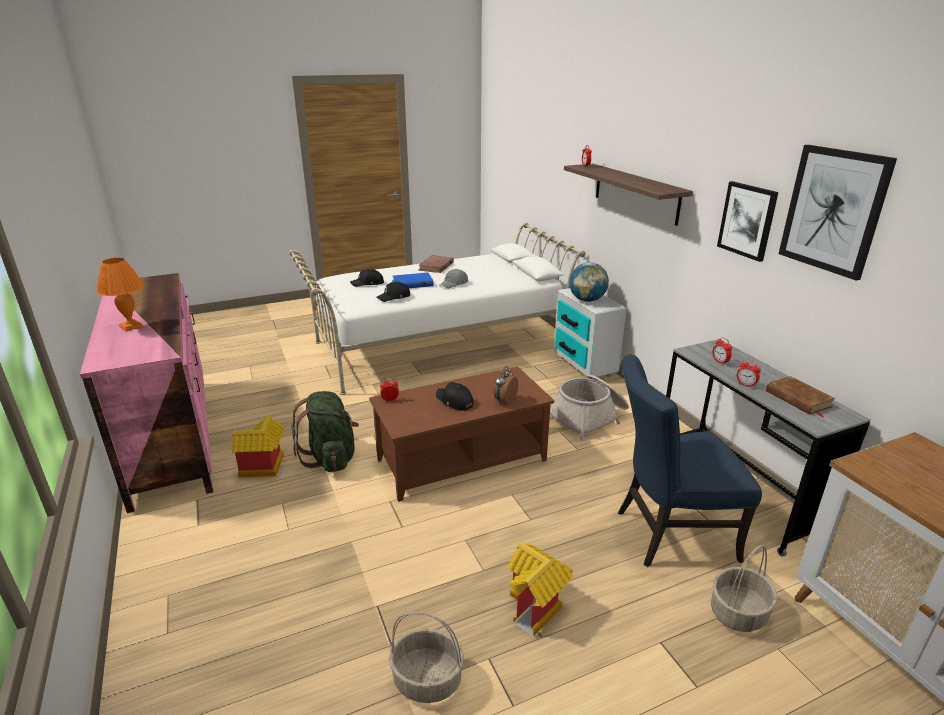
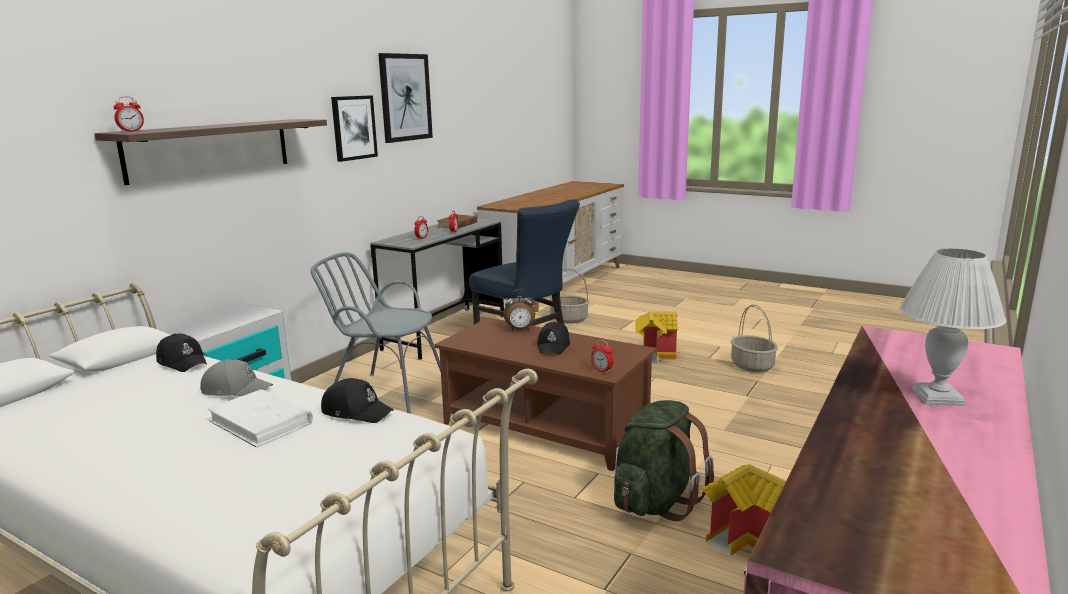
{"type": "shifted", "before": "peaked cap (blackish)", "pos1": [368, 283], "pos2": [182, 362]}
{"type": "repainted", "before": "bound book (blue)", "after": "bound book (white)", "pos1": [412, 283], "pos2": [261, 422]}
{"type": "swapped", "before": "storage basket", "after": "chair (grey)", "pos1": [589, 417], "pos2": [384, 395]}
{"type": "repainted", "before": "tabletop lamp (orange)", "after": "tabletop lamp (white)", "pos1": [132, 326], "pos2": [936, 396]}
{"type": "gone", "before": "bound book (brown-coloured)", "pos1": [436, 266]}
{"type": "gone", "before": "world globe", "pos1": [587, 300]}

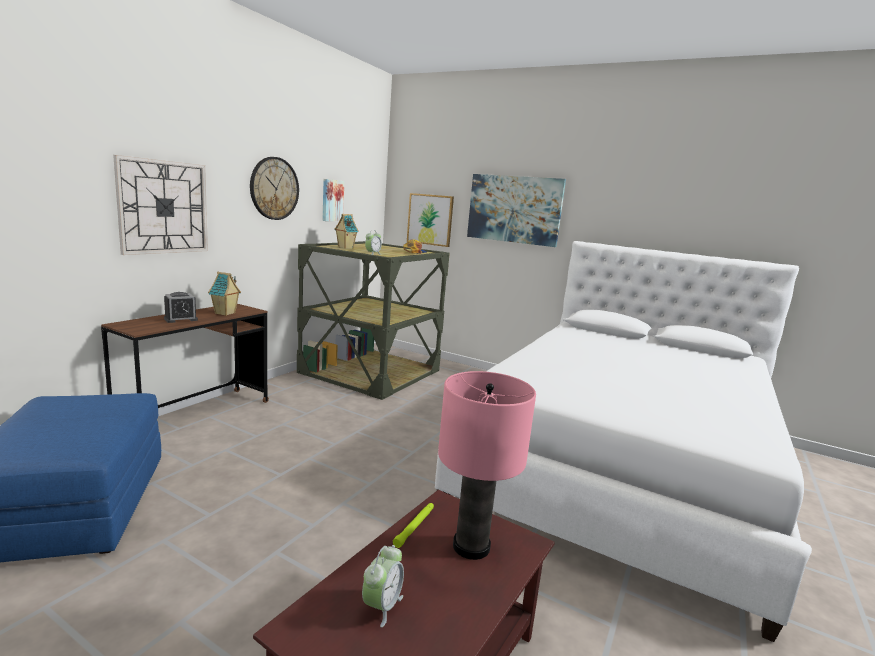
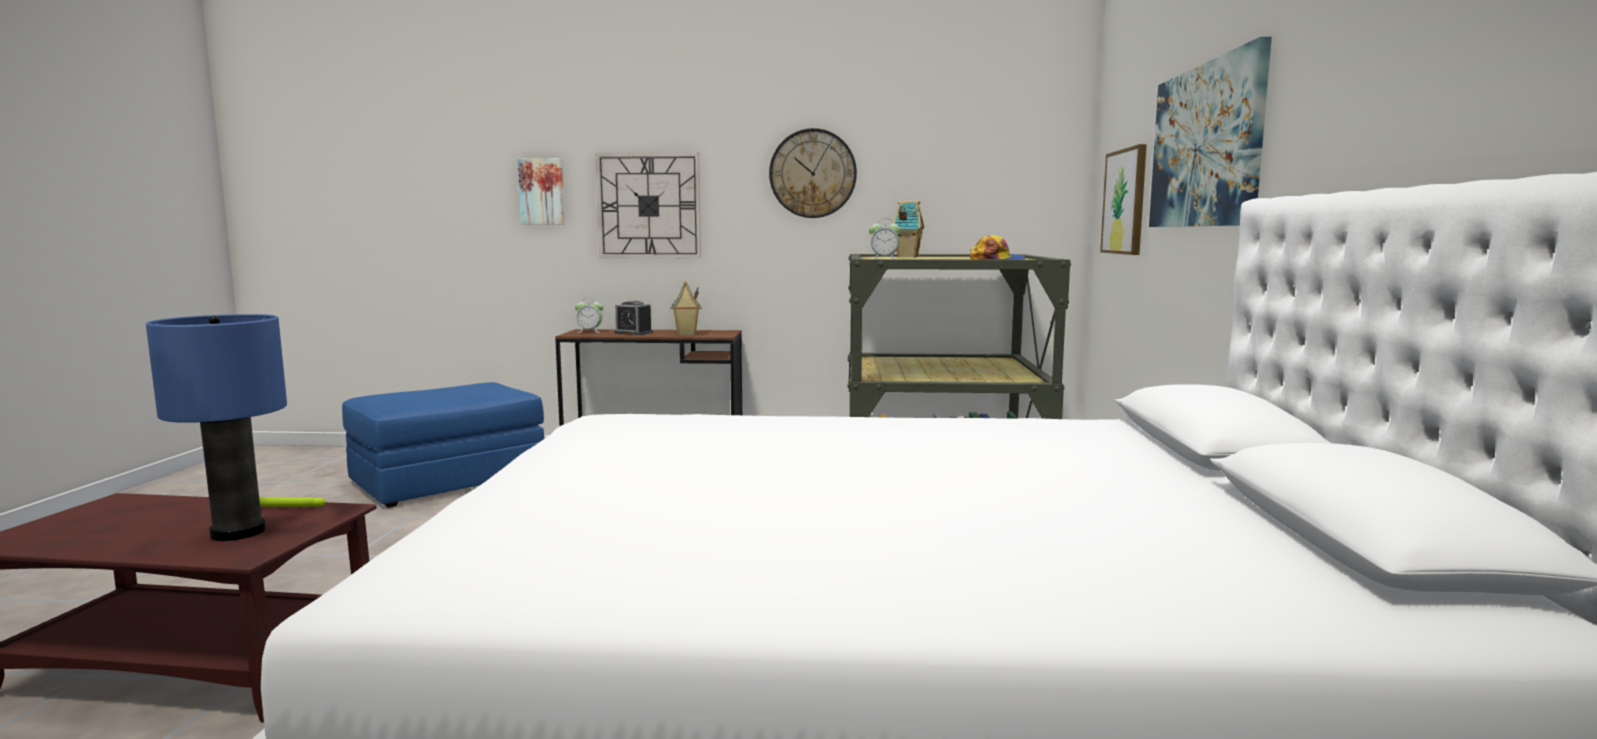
{"type": "repainted", "before": "tabletop lamp (pinkish)", "after": "tabletop lamp (blue)", "pos1": [471, 546], "pos2": [239, 532]}
{"type": "shifted", "before": "wall art", "pos1": [332, 200], "pos2": [542, 191]}
{"type": "shifted", "before": "table clock", "pos1": [382, 606], "pos2": [589, 331]}

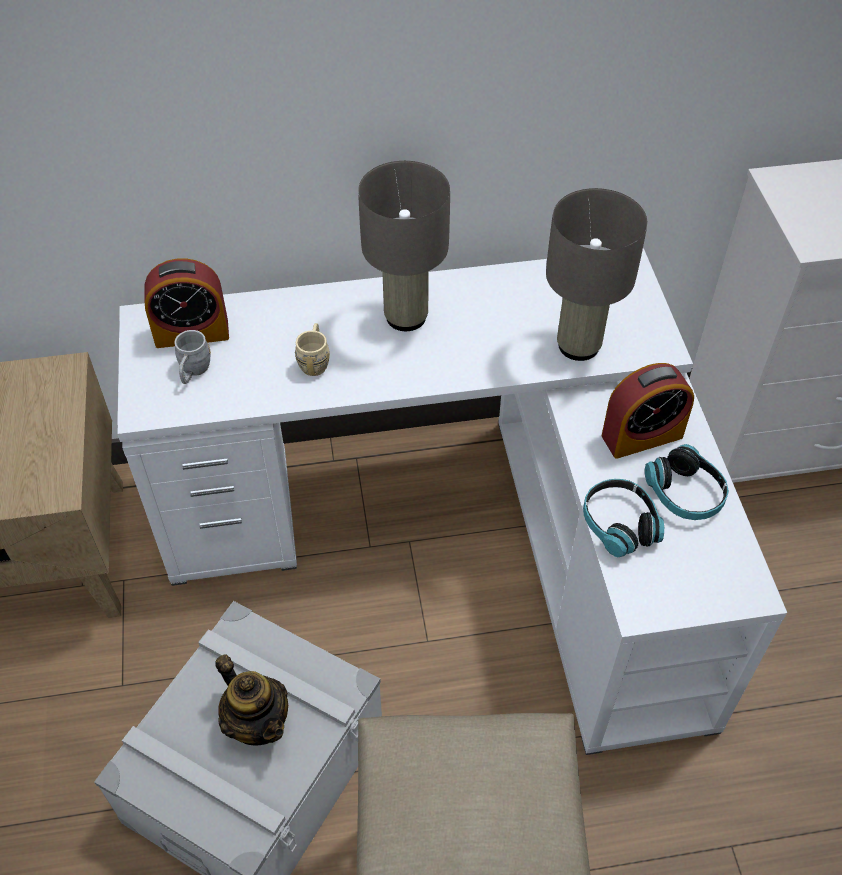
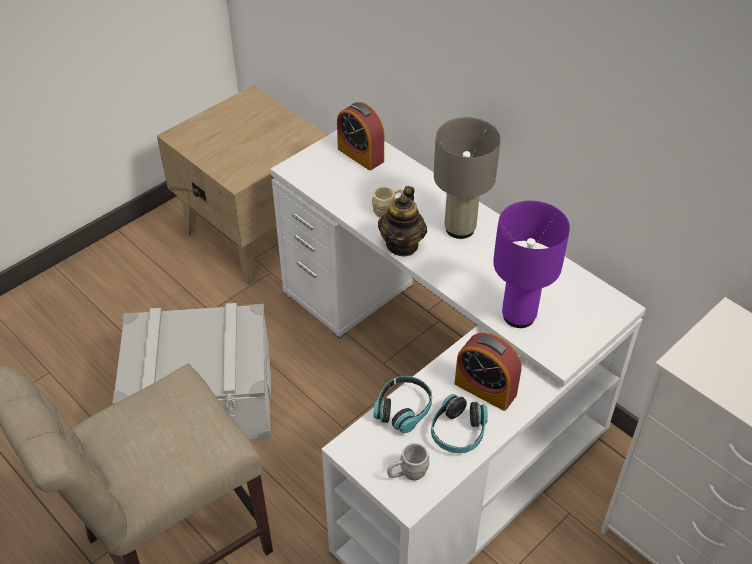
{"type": "shifted", "before": "teapot", "pos1": [258, 723], "pos2": [402, 245]}
{"type": "shifted", "before": "coffee mug (grey)", "pos1": [193, 372], "pos2": [407, 473]}
{"type": "repainted", "before": "tabletop lamp (grey)", "after": "tabletop lamp (purple)", "pos1": [577, 345], "pos2": [518, 315]}

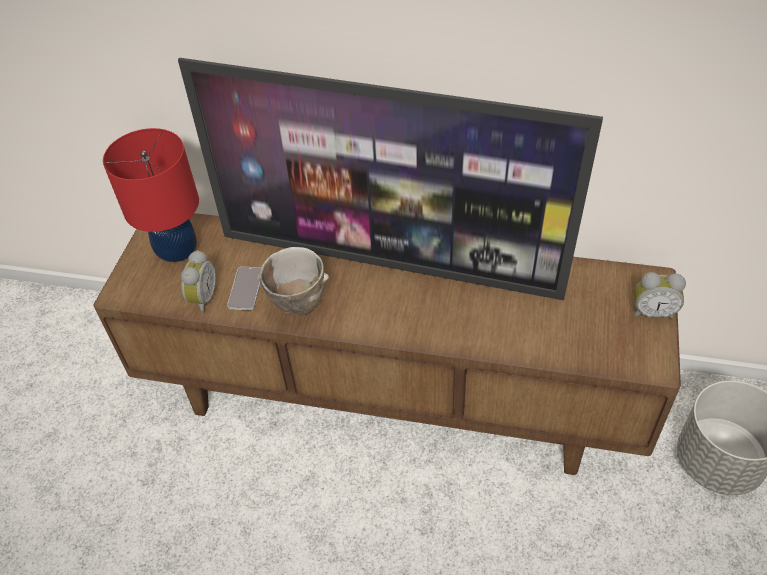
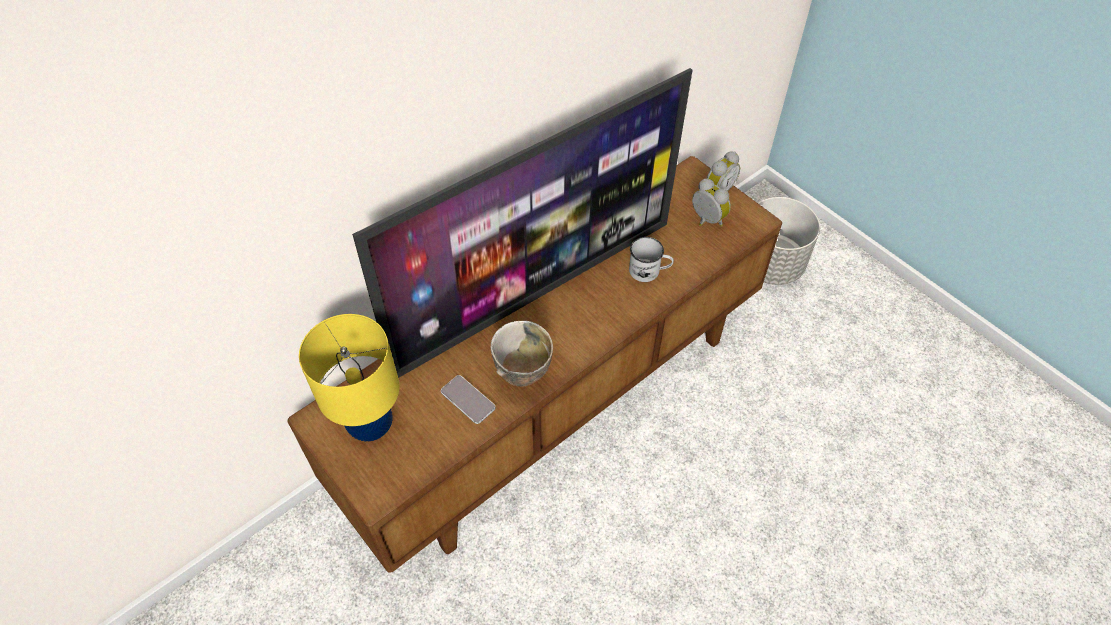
{"type": "repainted", "before": "tabletop lamp (red)", "after": "tabletop lamp (yellow-coloured)", "pos1": [176, 251], "pos2": [368, 426]}
{"type": "new", "after": "coffee mug (white)", "pos2": [649, 271]}
{"type": "shifted", "before": "table clock", "pos1": [202, 299], "pos2": [706, 221]}

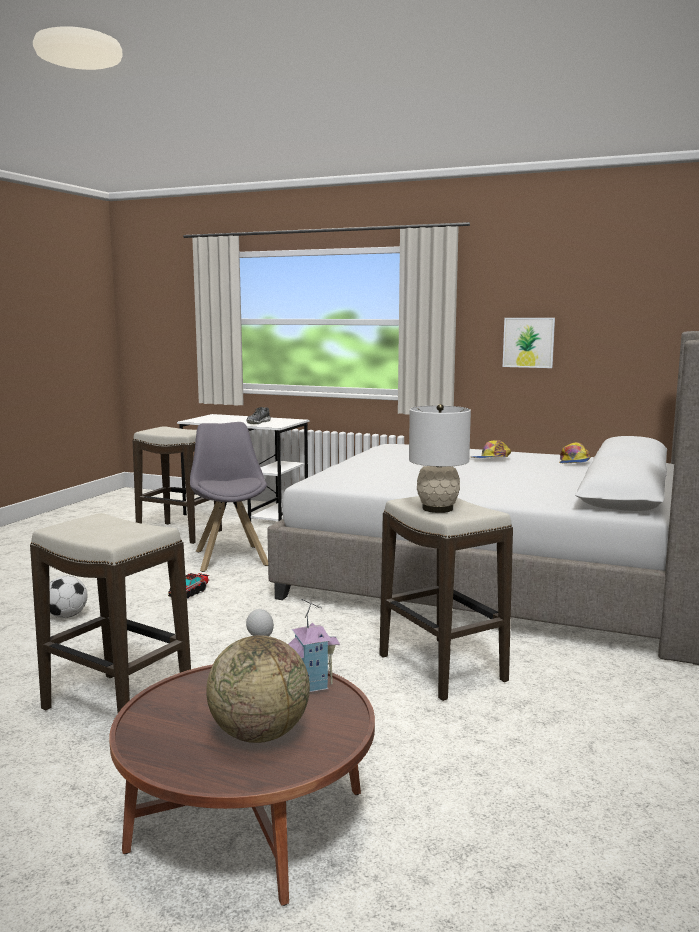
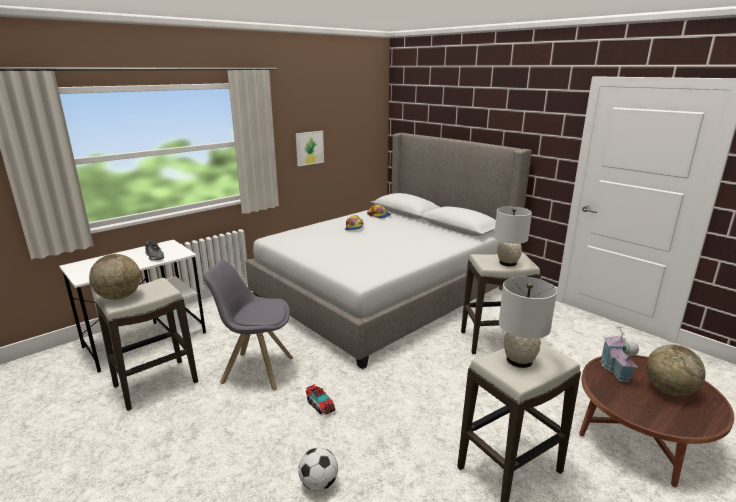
{"type": "new", "after": "world globe", "pos2": [119, 297]}
{"type": "new", "after": "tabletop lamp (white)", "pos2": [519, 360]}

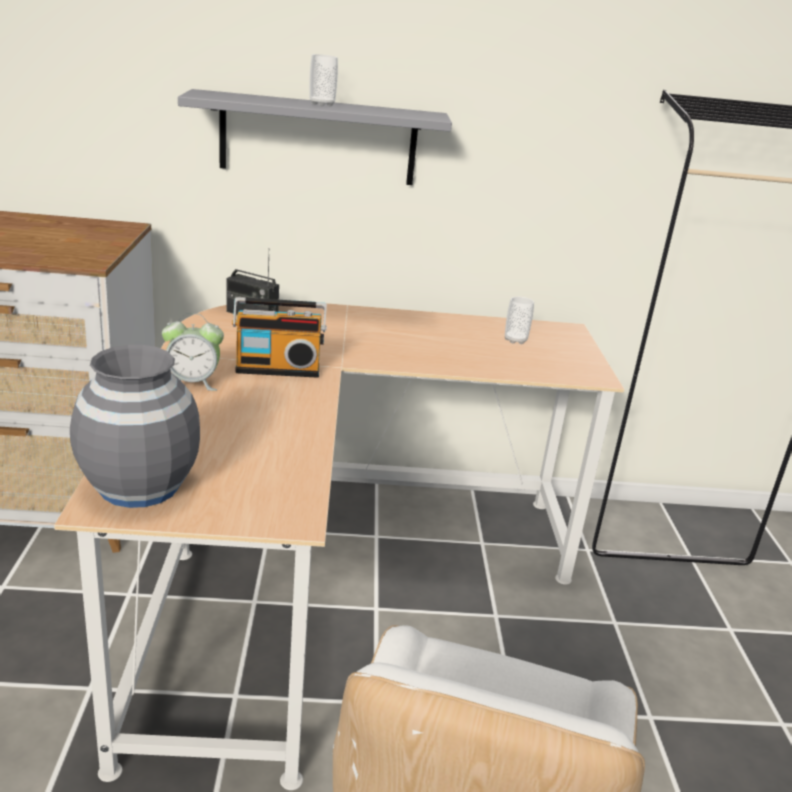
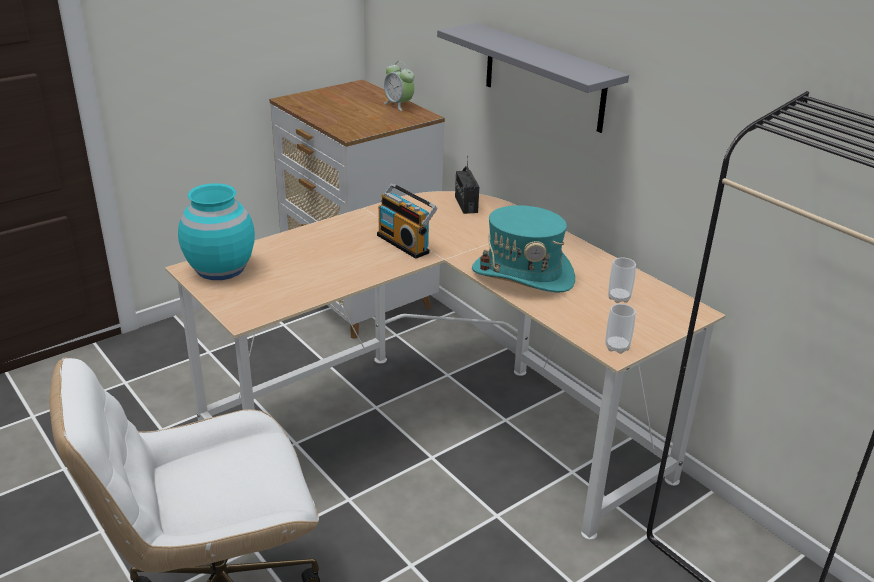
{"type": "repainted", "before": "vase (grey)", "after": "vase (turquoise)", "pos1": [140, 485], "pos2": [221, 268]}
{"type": "shifted", "before": "table clock", "pos1": [193, 383], "pos2": [399, 105]}
{"type": "new", "after": "hat (turquoise)", "pos2": [523, 275]}
{"type": "shifted", "before": "drinking cup", "pos1": [322, 104], "pos2": [617, 347]}

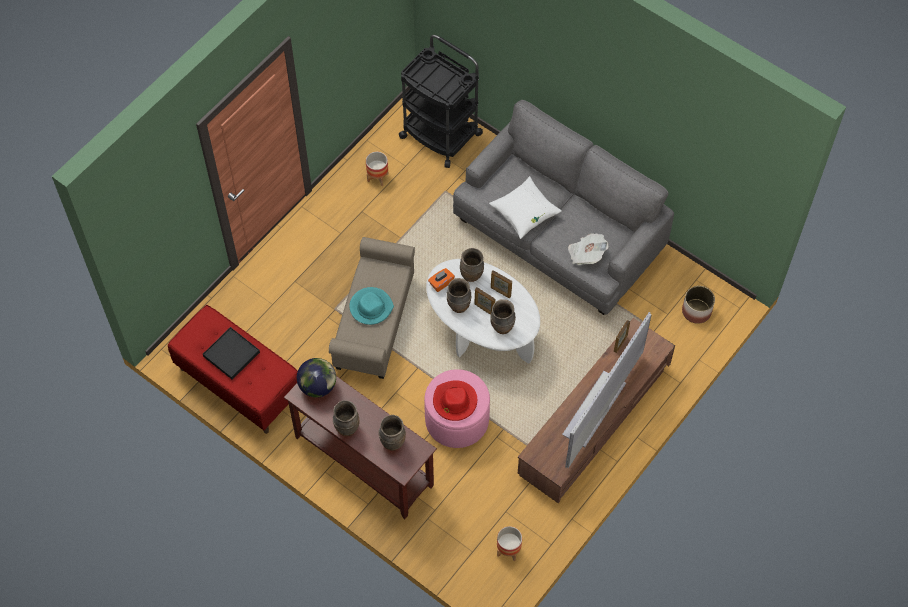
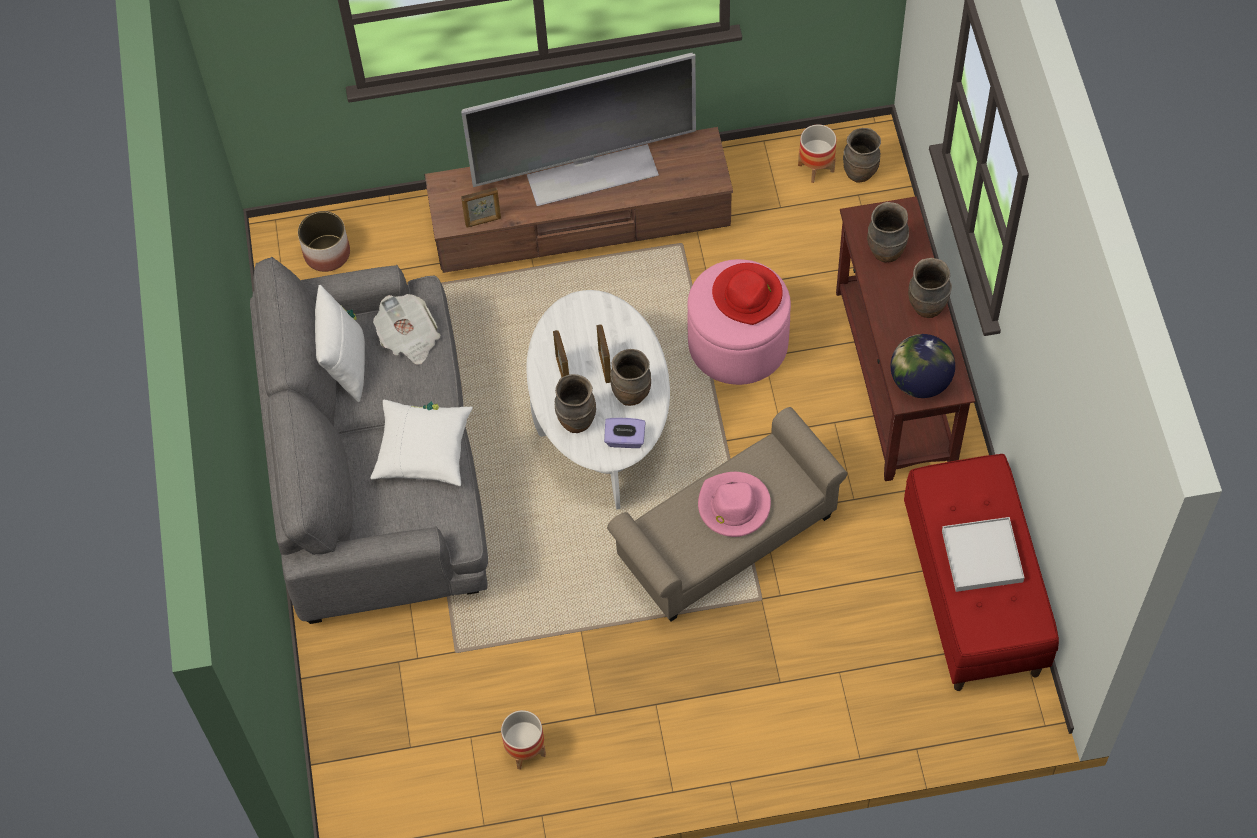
{"type": "new", "after": "cushion (white)", "pos2": [345, 365]}
{"type": "repainted", "before": "box of tissues (orange)", "after": "box of tissues (purple)", "pos1": [441, 283], "pos2": [625, 440]}
{"type": "repainted", "before": "hat (turquoise)", "after": "hat (pinkish)", "pos1": [371, 307], "pos2": [733, 506]}
{"type": "shifted", "before": "vase (brown-coloured)", "pos1": [502, 327], "pos2": [860, 173]}
{"type": "repainted", "before": "serving tray (blackish)", "after": "serving tray (white)", "pos1": [231, 354], "pos2": [982, 556]}
{"type": "gone", "before": "trolley (blackish)", "pos1": [440, 135]}

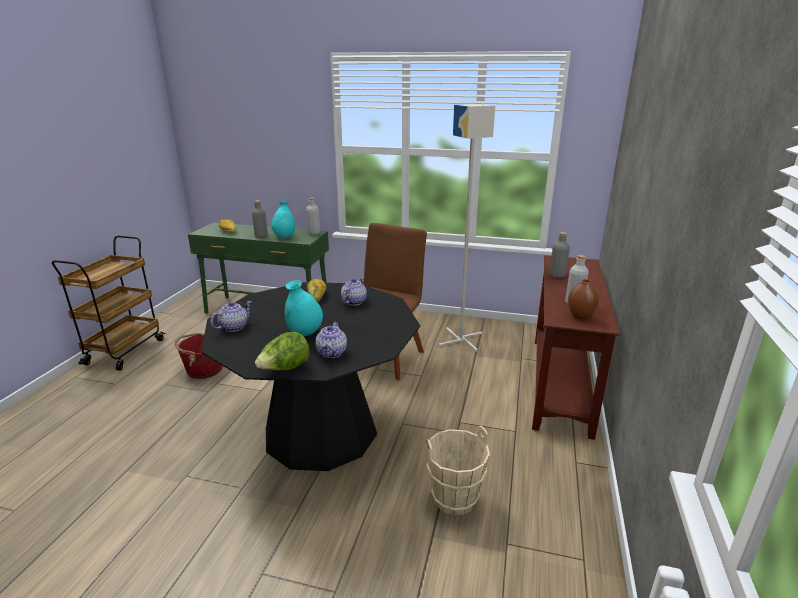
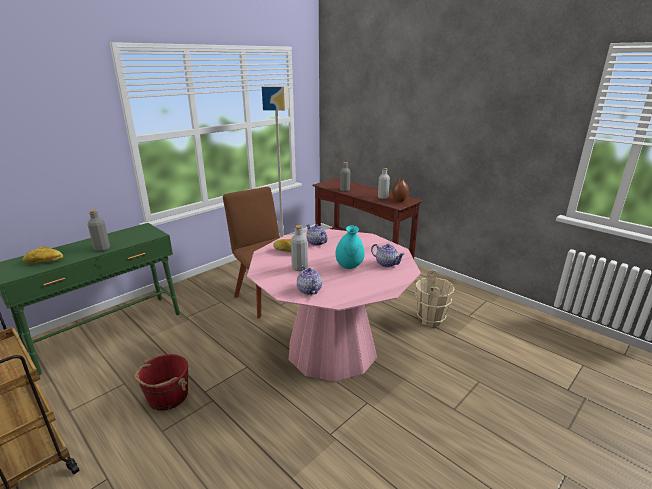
{"type": "repainted", "before": "dinner table (blackish)", "after": "dinner table (pinkish)", "pos1": [321, 431], "pos2": [332, 349]}
{"type": "shifted", "before": "drink bottle (grey)", "pos1": [313, 233], "pos2": [299, 268]}
{"type": "gone", "before": "lettuce", "pos1": [285, 369]}
{"type": "gone", "before": "vase (turquoise)", "pos1": [284, 237]}

